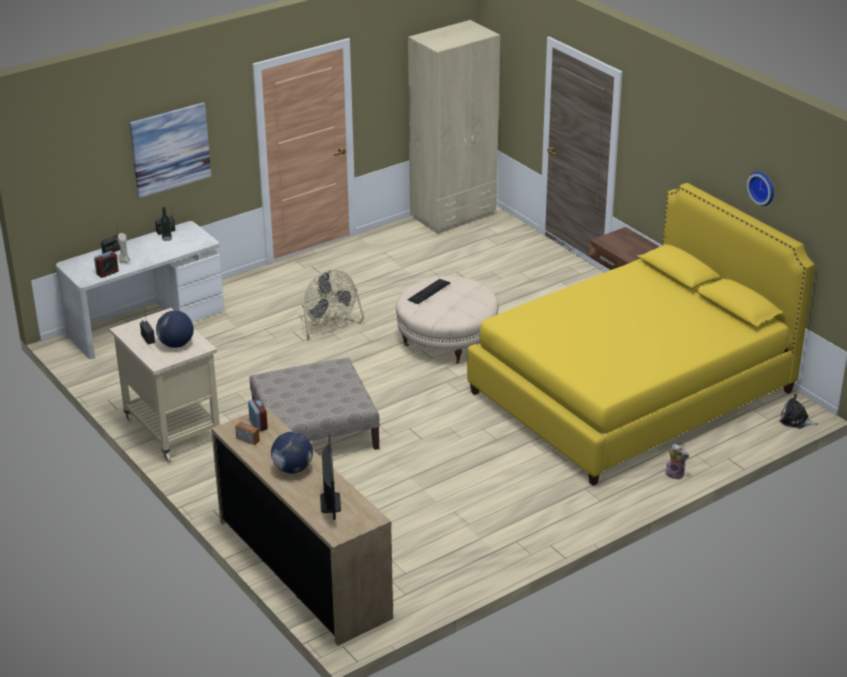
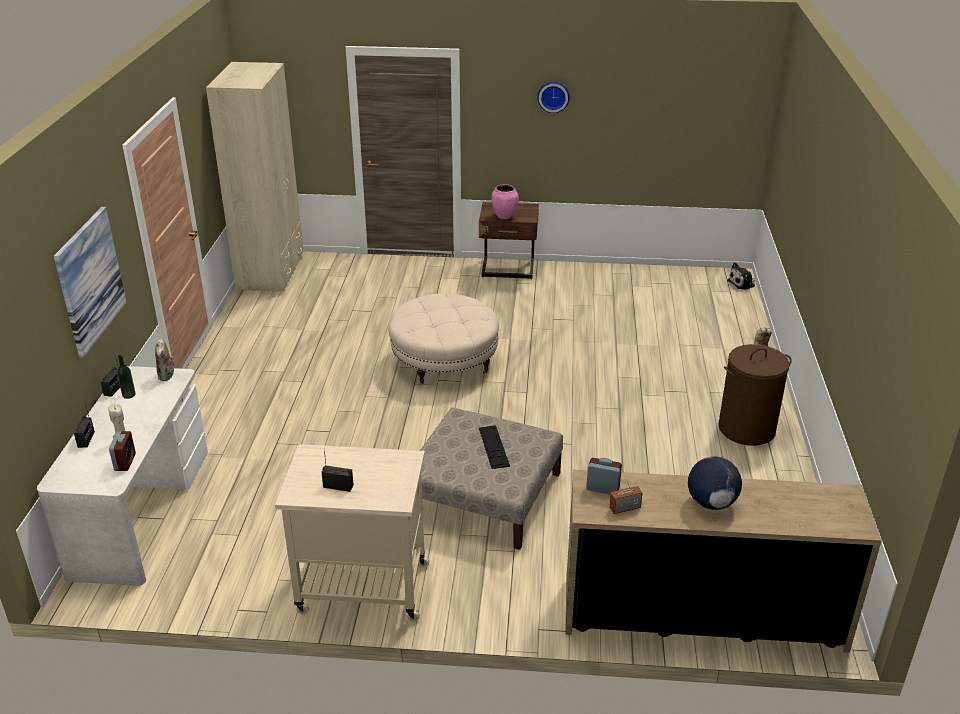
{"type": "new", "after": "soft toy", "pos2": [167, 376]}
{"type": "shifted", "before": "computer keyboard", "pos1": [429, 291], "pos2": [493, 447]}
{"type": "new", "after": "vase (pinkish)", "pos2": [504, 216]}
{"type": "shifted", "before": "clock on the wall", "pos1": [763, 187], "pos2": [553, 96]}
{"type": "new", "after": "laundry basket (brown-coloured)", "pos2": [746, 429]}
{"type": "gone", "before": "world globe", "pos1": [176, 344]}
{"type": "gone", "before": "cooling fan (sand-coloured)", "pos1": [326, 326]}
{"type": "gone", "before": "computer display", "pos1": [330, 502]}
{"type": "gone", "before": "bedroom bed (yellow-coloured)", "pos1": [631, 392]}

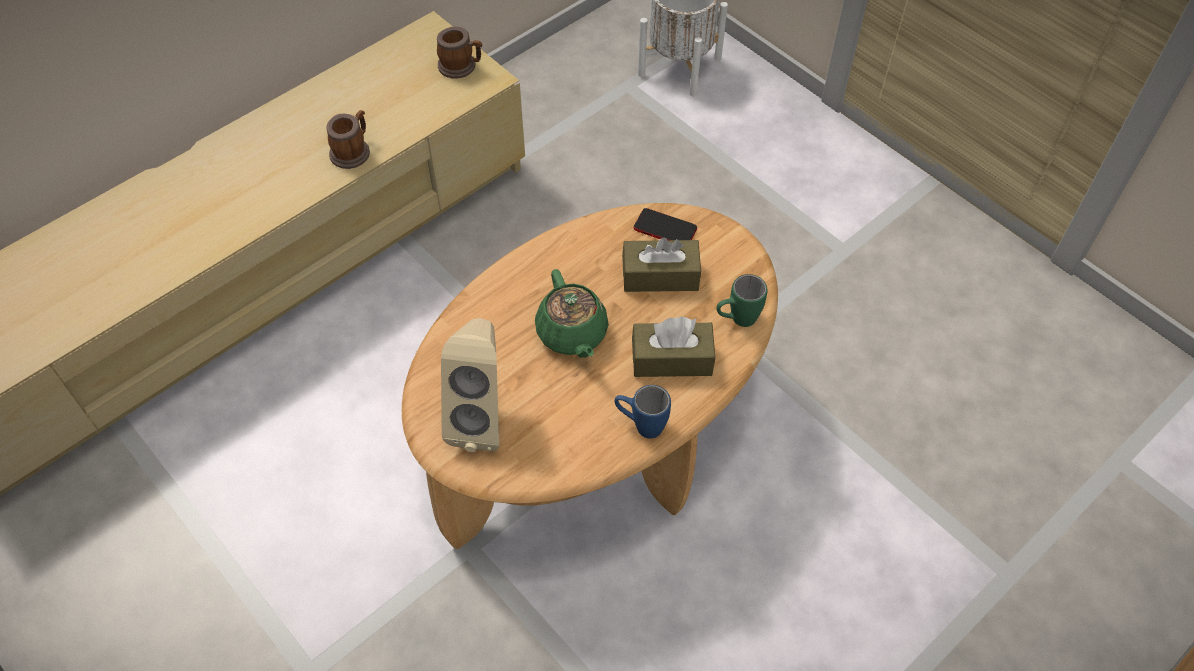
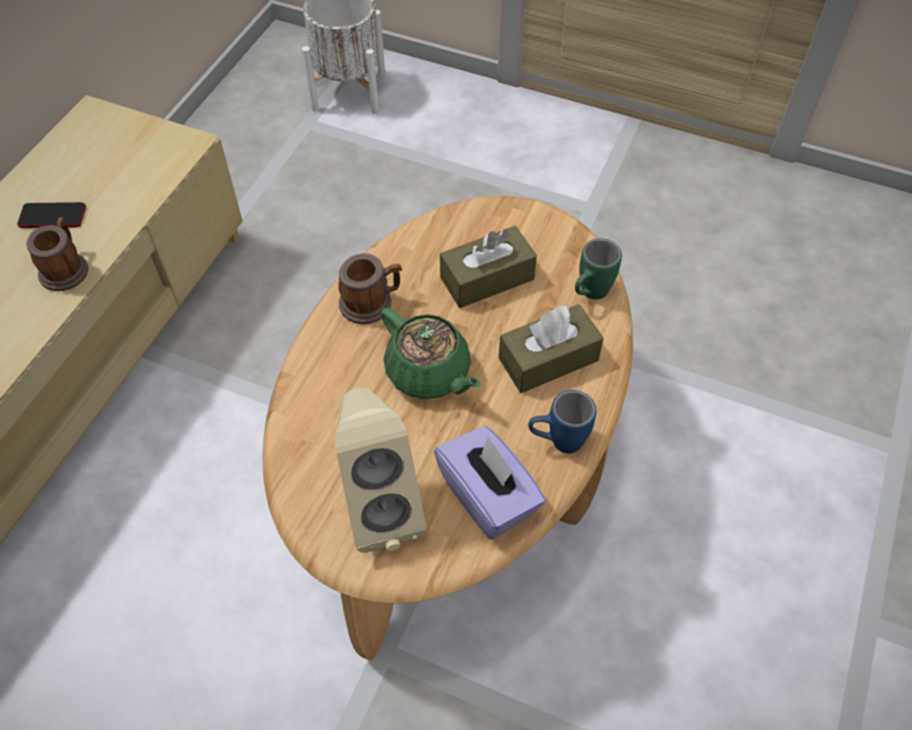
{"type": "shifted", "before": "telephone", "pos1": [665, 229], "pos2": [52, 216]}
{"type": "shifted", "before": "coffee mug", "pos1": [461, 66], "pos2": [371, 302]}
{"type": "new", "after": "box of tissues (purple)", "pos2": [488, 496]}

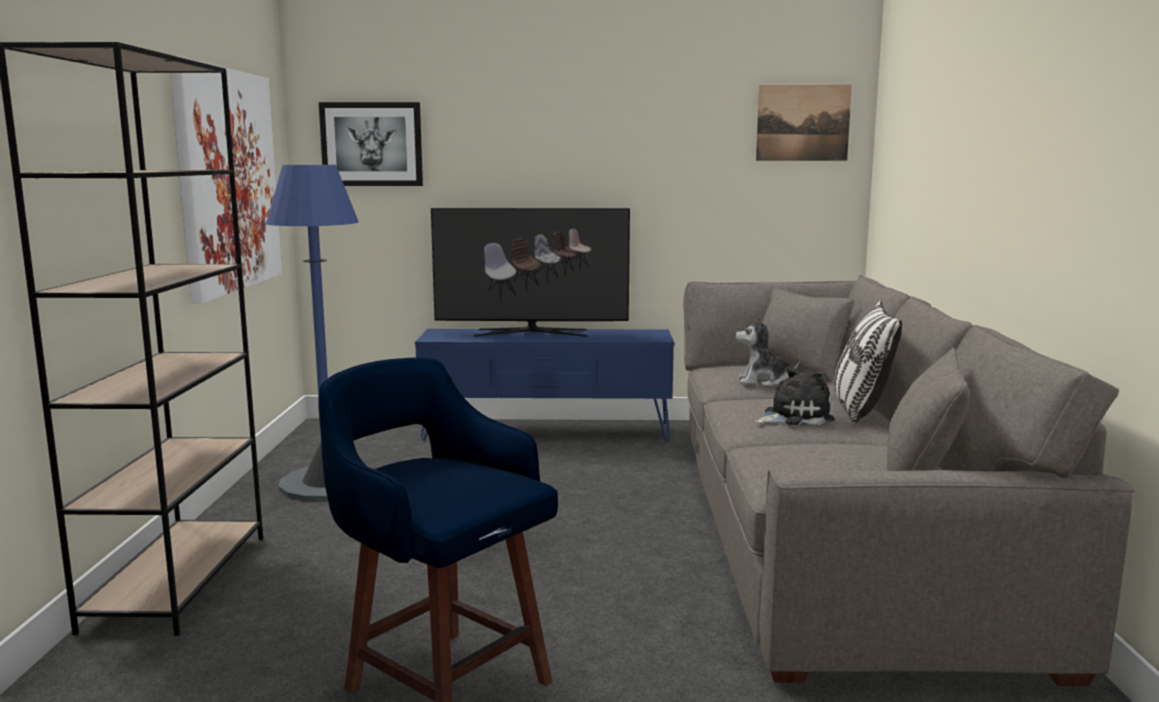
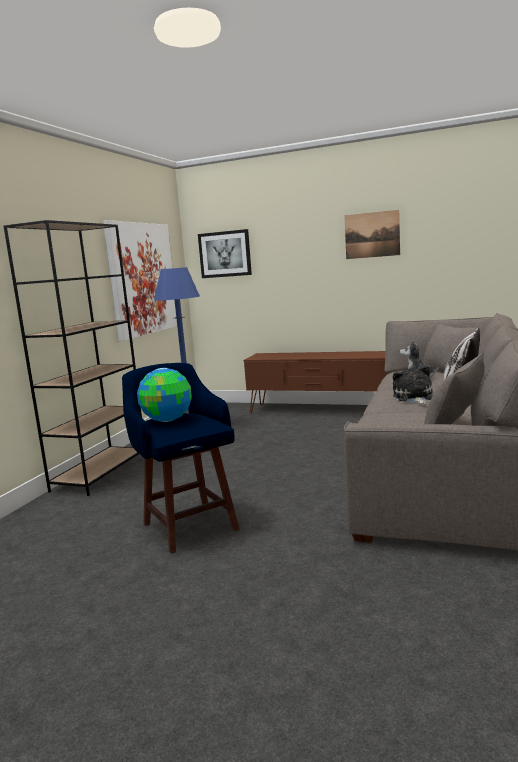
{"type": "new", "after": "world globe", "pos2": [168, 420]}
{"type": "repainted", "before": "media console (blue)", "after": "media console (brown-coloured)", "pos1": [548, 431], "pos2": [320, 410]}
{"type": "shifted", "before": "wall art", "pos1": [803, 123], "pos2": [372, 235]}
{"type": "rotated", "before": "soft toy", "pos1": [794, 417], "pos2": [413, 398], "turn": -90}
{"type": "gone", "before": "TV", "pos1": [531, 333]}

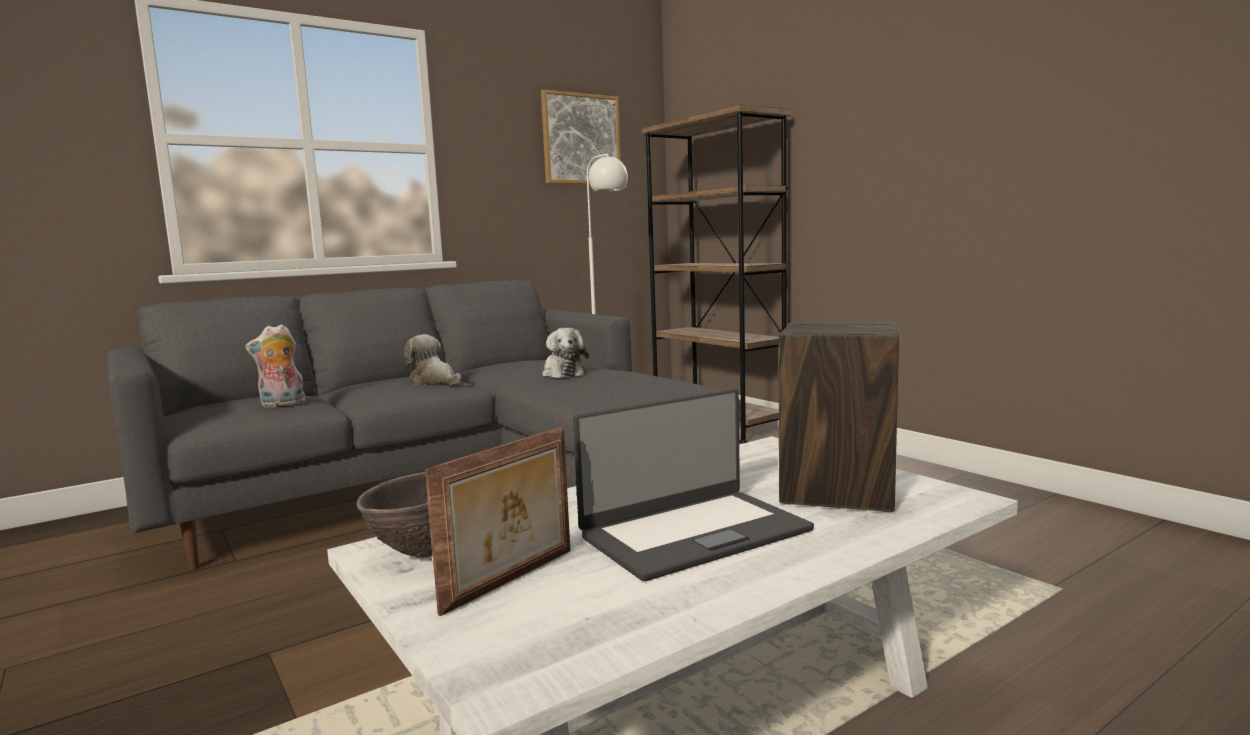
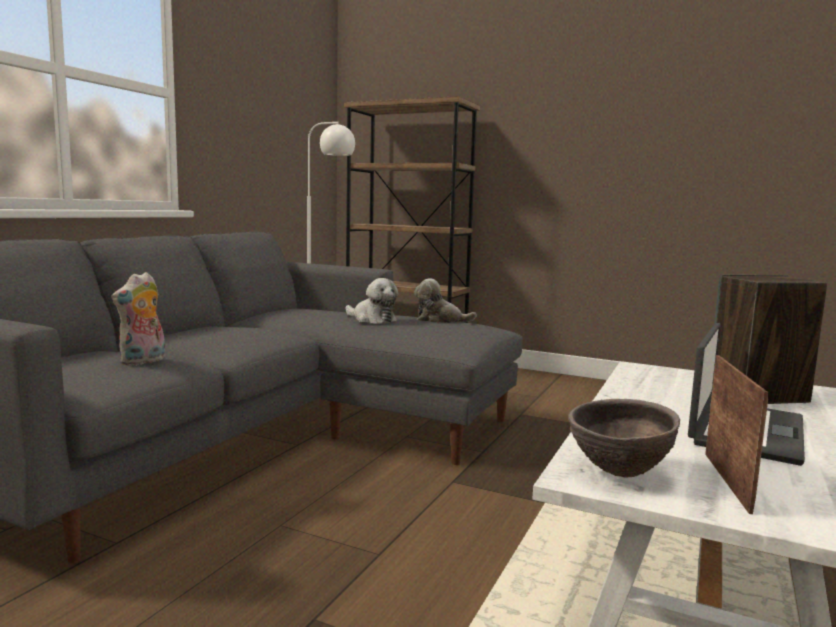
{"type": "shifted", "before": "soft toy", "pos1": [434, 381], "pos2": [440, 320]}
{"type": "gone", "before": "wall art", "pos1": [581, 139]}

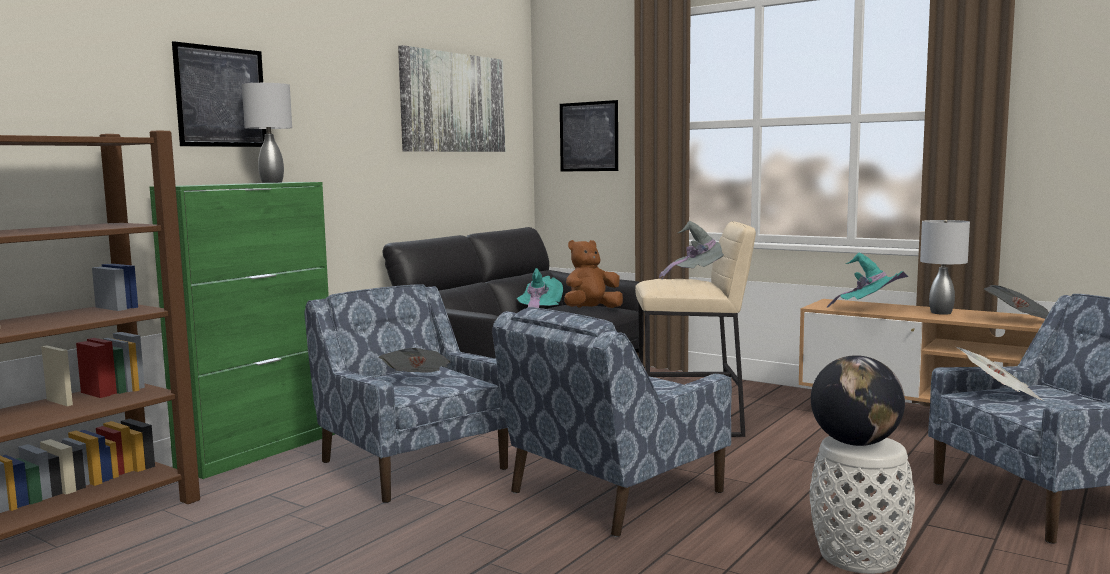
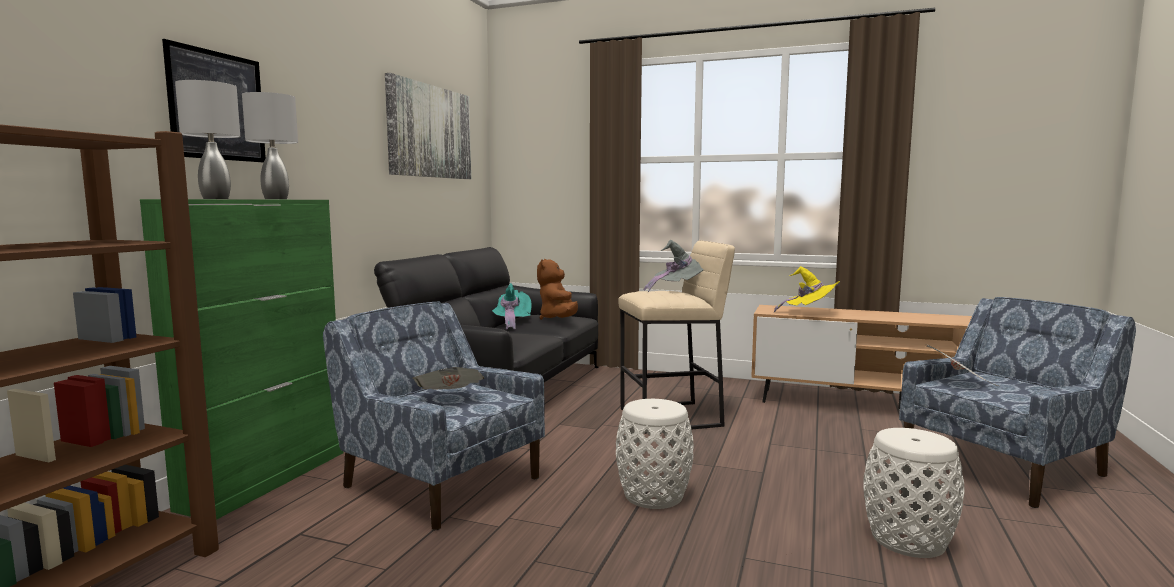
{"type": "shifted", "before": "tabletop lamp (grey)", "pos1": [941, 312], "pos2": [216, 198]}
{"type": "rotated", "before": "soft toy (brown-coloured)", "pos1": [591, 310], "pos2": [558, 319], "turn": -45}
{"type": "swapped", "before": "armchair (blue)", "after": "stool seat (white)", "pos1": [613, 494], "pos2": [653, 495]}
{"type": "repainted", "before": "hat (turquoise)", "after": "hat (yellow-coloured)", "pos1": [870, 310], "pos2": [810, 313]}
{"type": "gone", "before": "wall art", "pos1": [589, 136]}
{"type": "gone", "before": "world globe", "pos1": [855, 443]}
{"type": "gone", "before": "daily paper", "pos1": [1021, 321]}

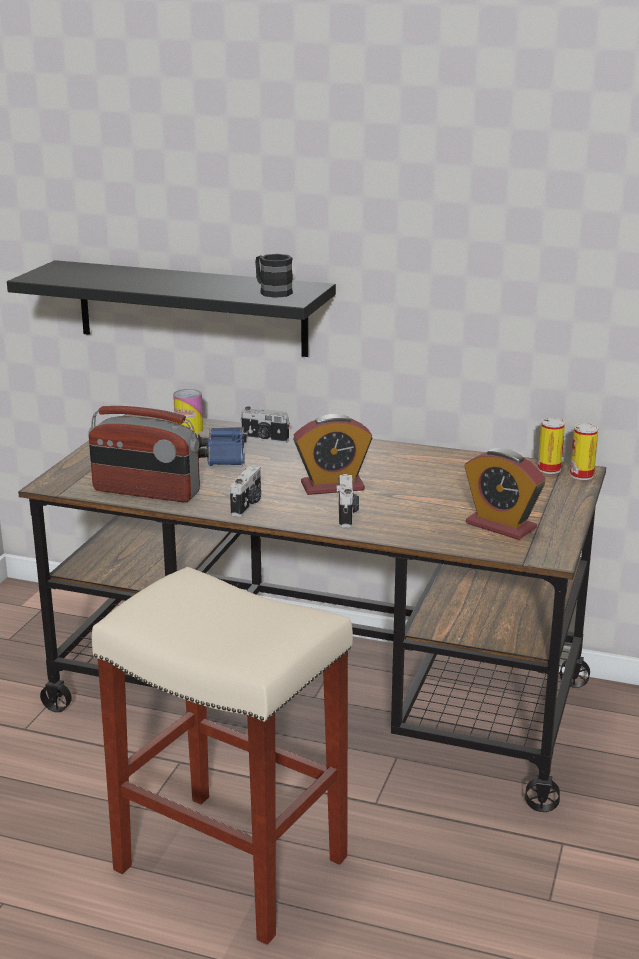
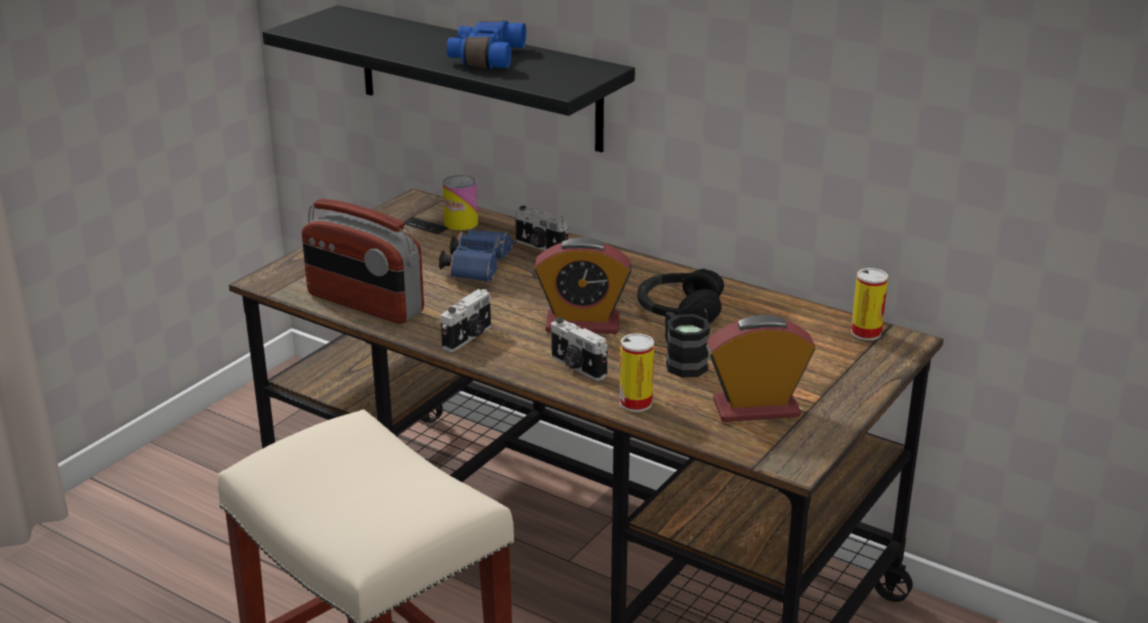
{"type": "new", "after": "pair of binoculars (blue)", "pos2": [485, 58]}
{"type": "rotated", "before": "photo camera", "pos1": [347, 515], "pos2": [577, 367], "turn": 120}
{"type": "shifted", "before": "metal can", "pos1": [581, 475], "pos2": [635, 403]}
{"type": "new", "after": "headphones (blackish)", "pos2": [679, 311]}
{"type": "shifted", "before": "coffee mug (blackish)", "pos1": [271, 291], "pos2": [681, 362]}
{"type": "rotated", "before": "table clock", "pos1": [500, 526], "pos2": [756, 408], "turn": 120}

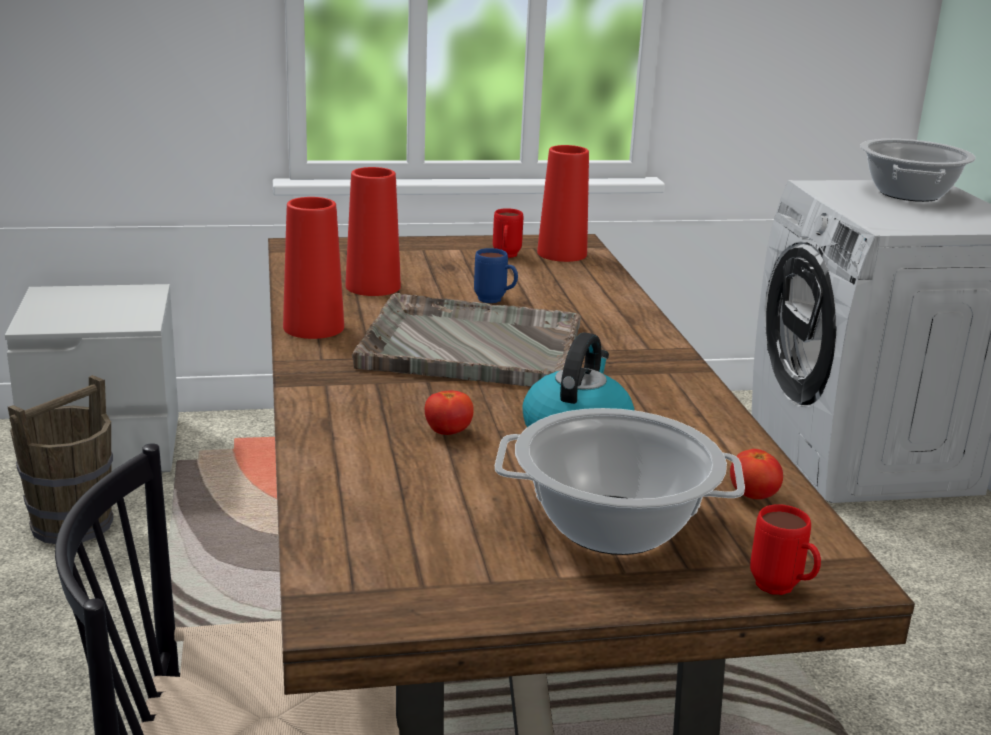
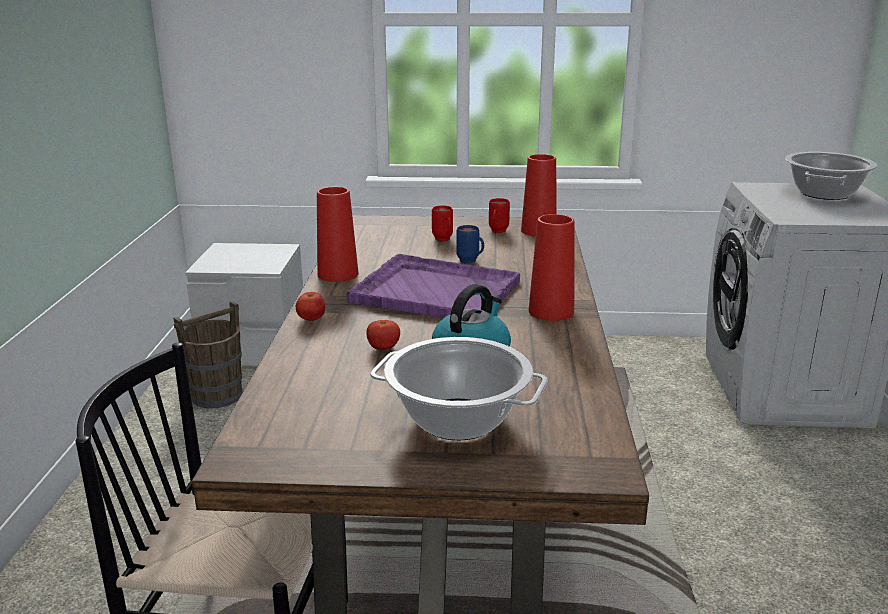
{"type": "shifted", "before": "tomato", "pos1": [753, 496], "pos2": [311, 319]}
{"type": "repainted", "before": "serving tray (grey)", "after": "serving tray (purple)", "pos1": [469, 346], "pos2": [434, 291]}
{"type": "shifted", "before": "coffee mug (red)", "pos1": [782, 590], "pos2": [444, 240]}
{"type": "shifted", "before": "vase (red)", "pos1": [373, 286], "pos2": [551, 311]}

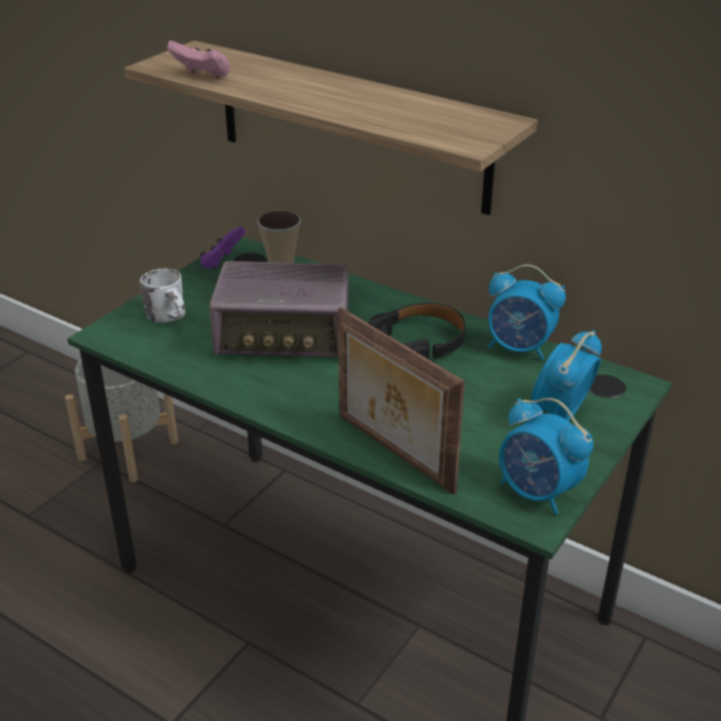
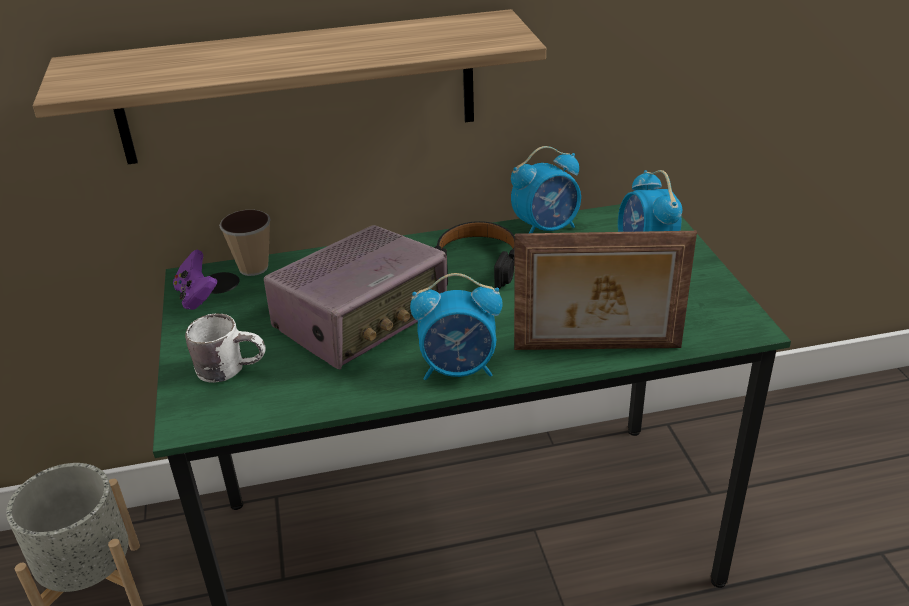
{"type": "shifted", "before": "table clock", "pos1": [537, 492], "pos2": [459, 369]}
{"type": "gone", "before": "joypad (pinkish)", "pos1": [203, 76]}

